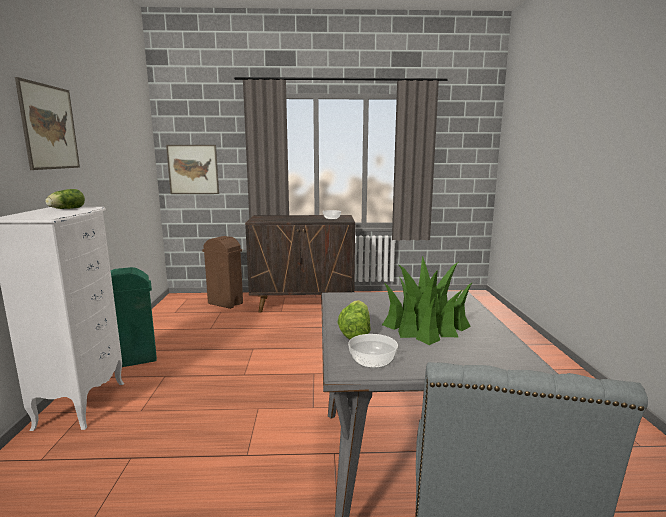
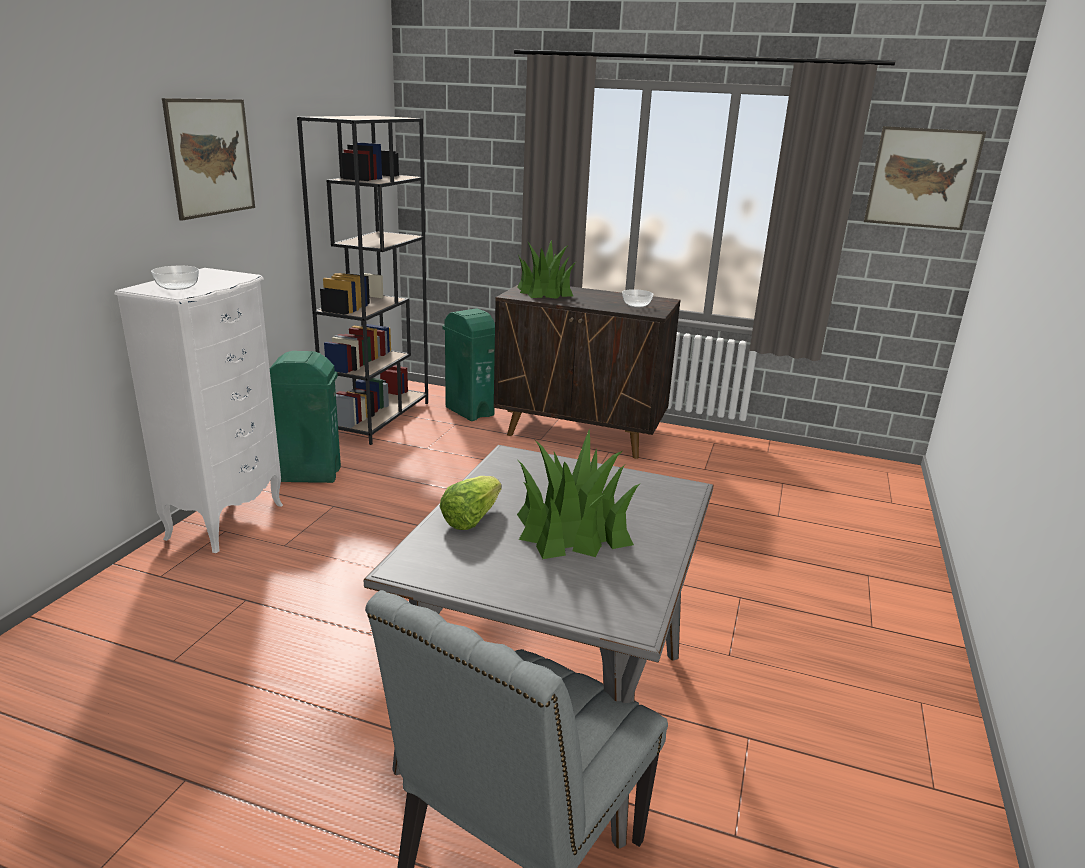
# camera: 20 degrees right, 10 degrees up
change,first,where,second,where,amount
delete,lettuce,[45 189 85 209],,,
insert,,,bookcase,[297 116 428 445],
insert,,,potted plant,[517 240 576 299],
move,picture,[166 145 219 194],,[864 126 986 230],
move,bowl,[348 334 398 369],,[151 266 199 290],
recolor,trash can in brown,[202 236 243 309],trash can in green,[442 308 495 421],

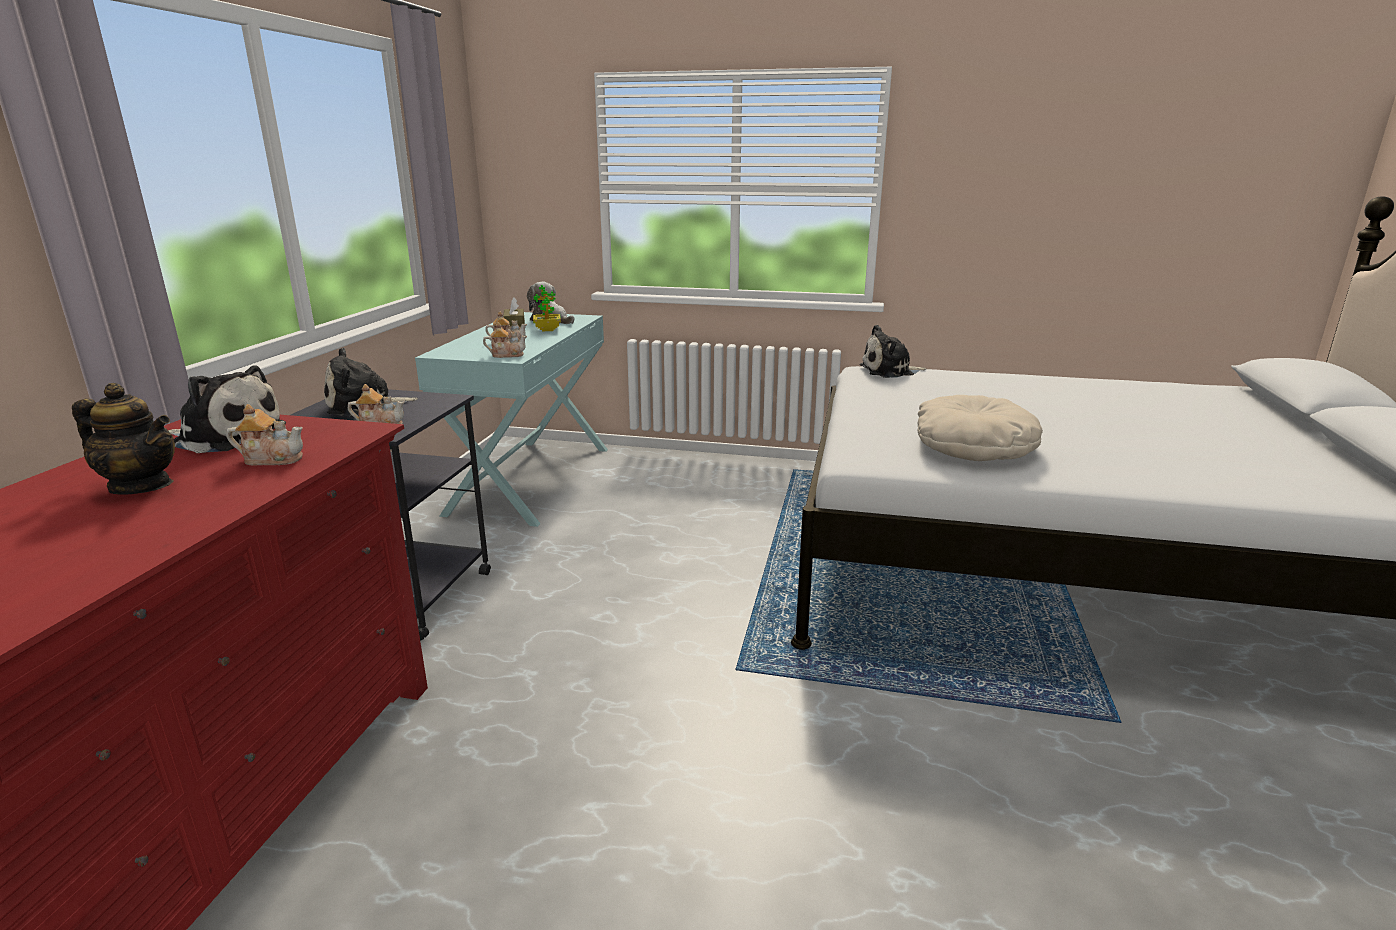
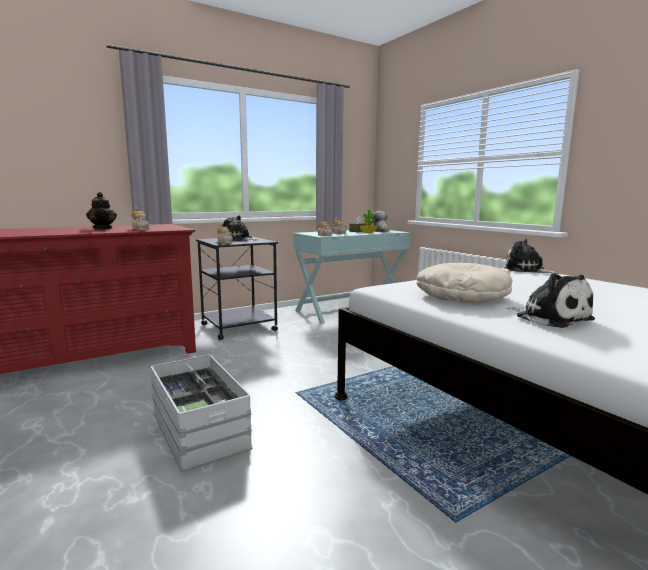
# camera: 45 degrees right, 10 degrees down
change,first,where,second,where,amount
insert,,,storage box in grey,[151 355 253 472],
move,plush toy,[168 365 286 453],,[507 273 595 328],

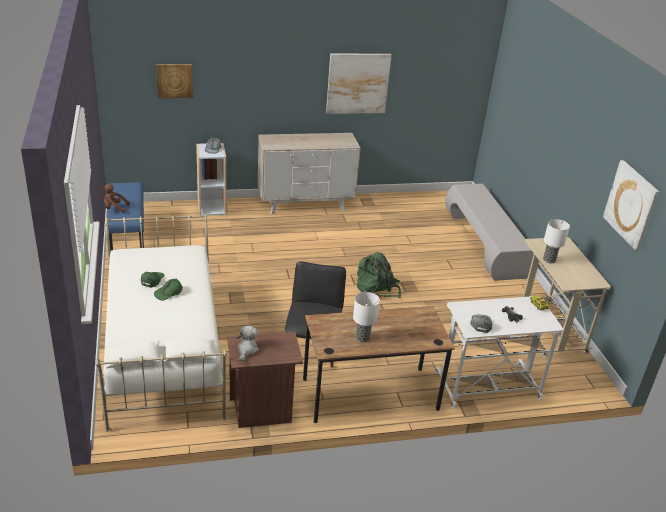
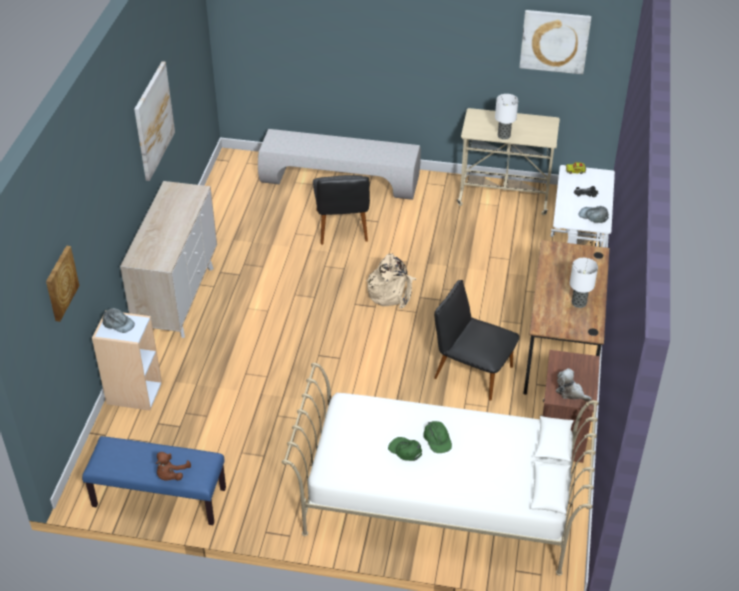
# camera: 65 degrees left, 10 degrees up
change,first,where,second,where,amount
insert,,,chair in black,[313 175 370 245],
recolor,backpack in green,[357 252 401 298],backpack in beige,[366 253 417 309],

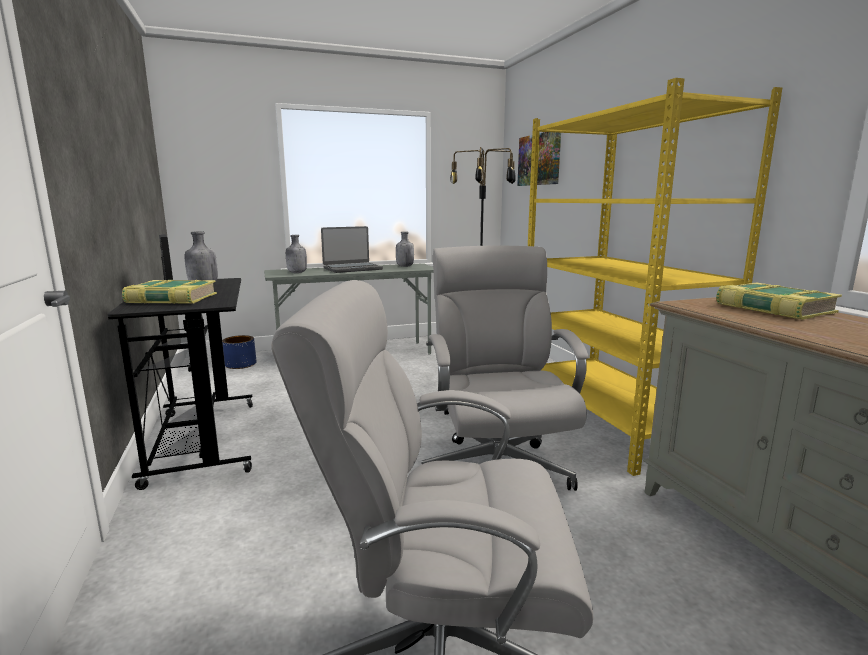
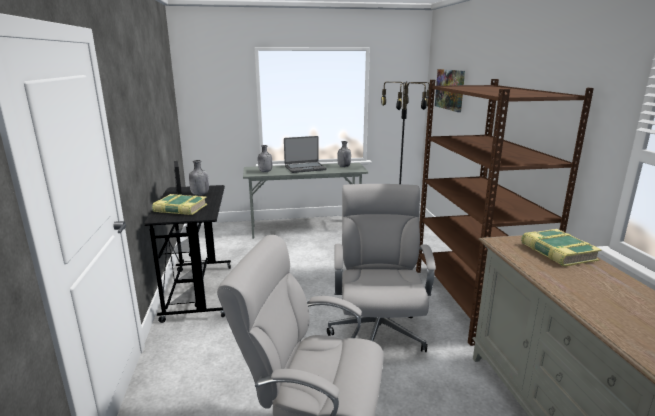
# camera: 10 degrees right, 5 degrees up
change,first,where,second,where,amount
delete,planter in blue,[222 335 256 369],,,
recolor,bookcase in yellow,[528 78 782 476],bookcase in brown,[416 79 594 346],

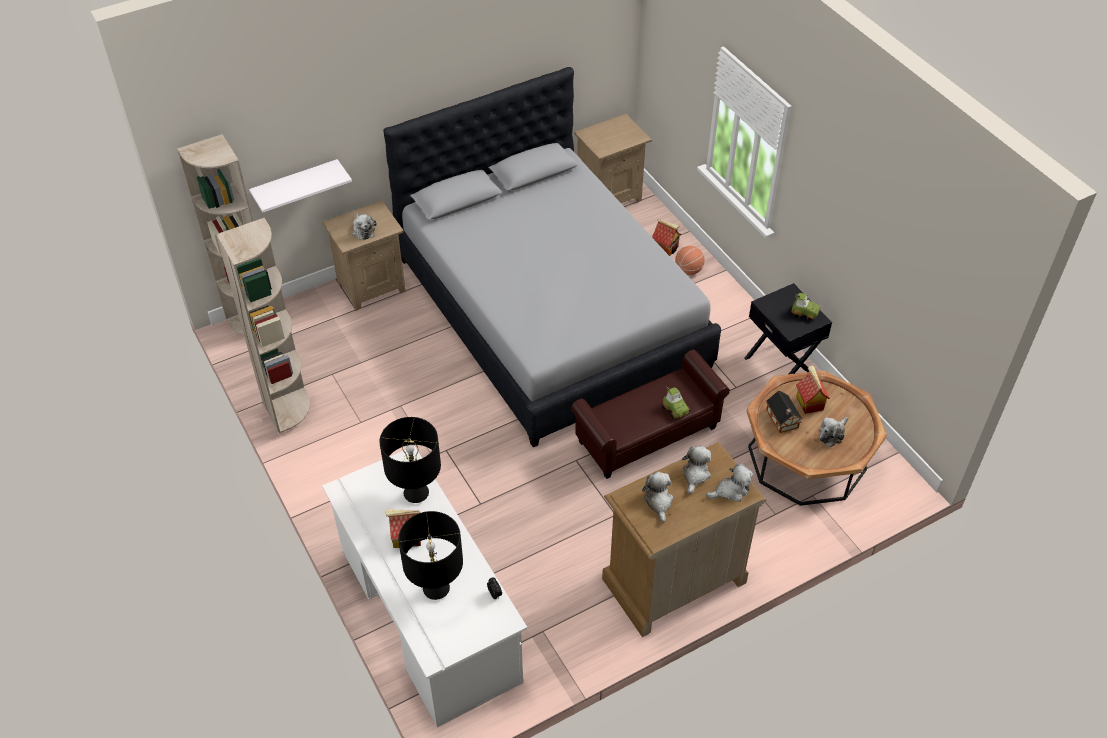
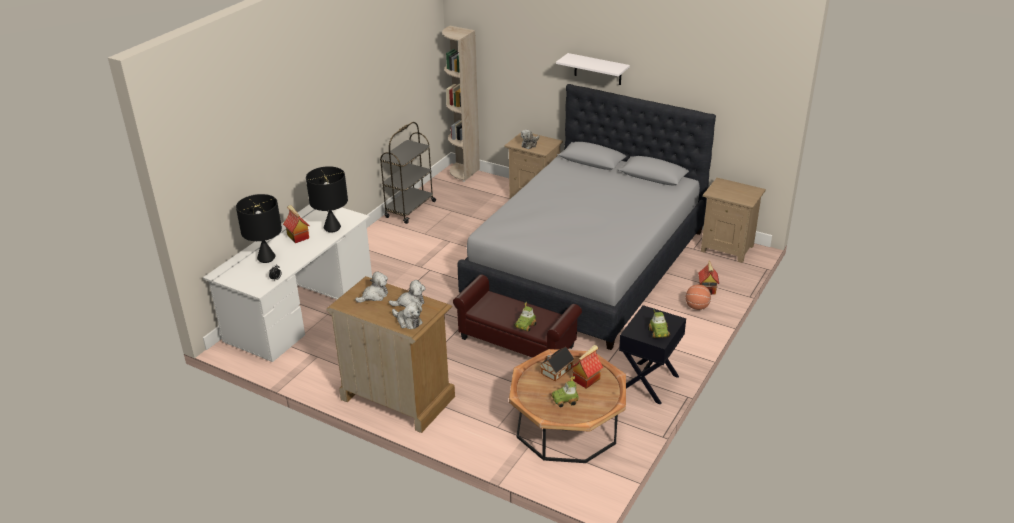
# camera: 60 degrees right, 15 degrees down
change,first,where,second,where,amount
move,shelf in white,[249 159 352 212],,[556 53 630 85],
replace,bookcase in beige,[216 218 310 433],cart in black,[380 122 436 224],
replace,plush toy,[819 417 848 447],toy car,[552 376 579 407],

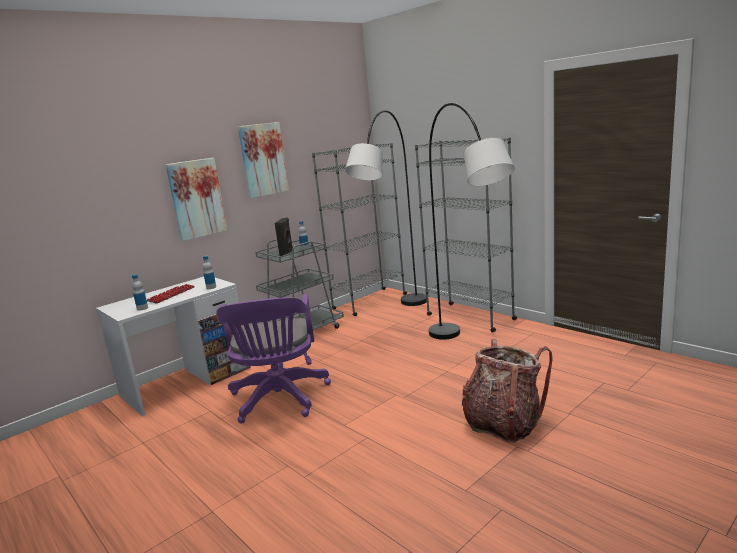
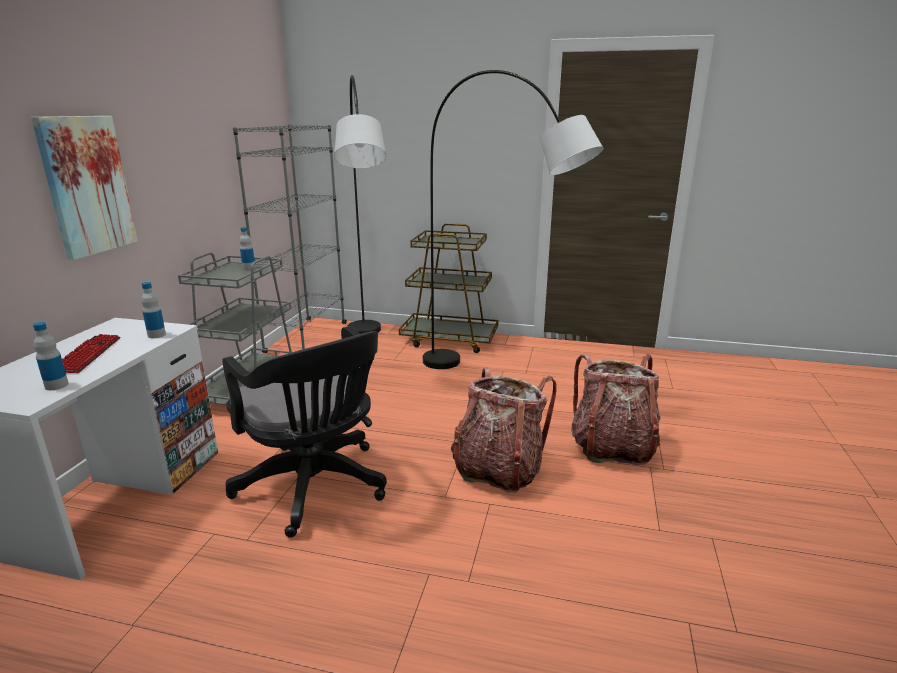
# camera: 35 degrees left, 5 degrees up
change,first,where,second,where,amount
delete,picture,[238 122 289 198],,,
delete,speaker in black,[275 217 293 256],,,
insert,,,backpack,[451 368 557 493],
replace,bookcase in grey,[415 137 517 333],cart in brown,[399 223 498 353],
recolor,office chair in purple,[217 294 331 424],office chair in black,[222 326 387 538],

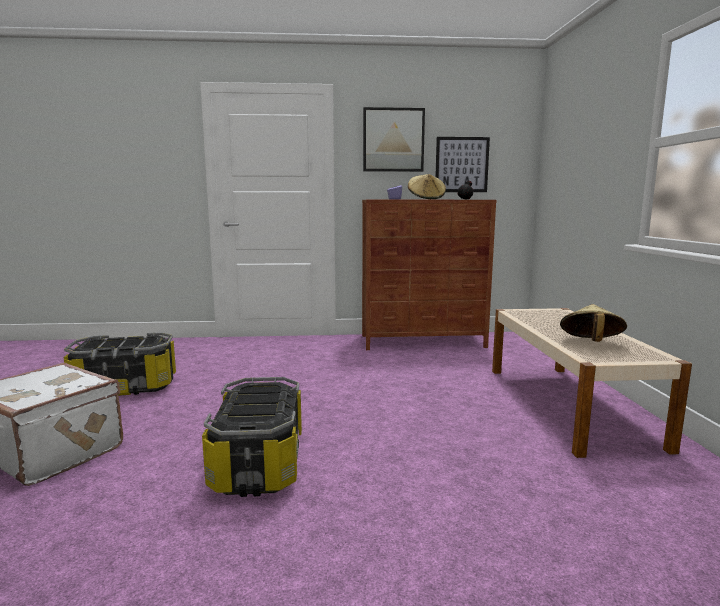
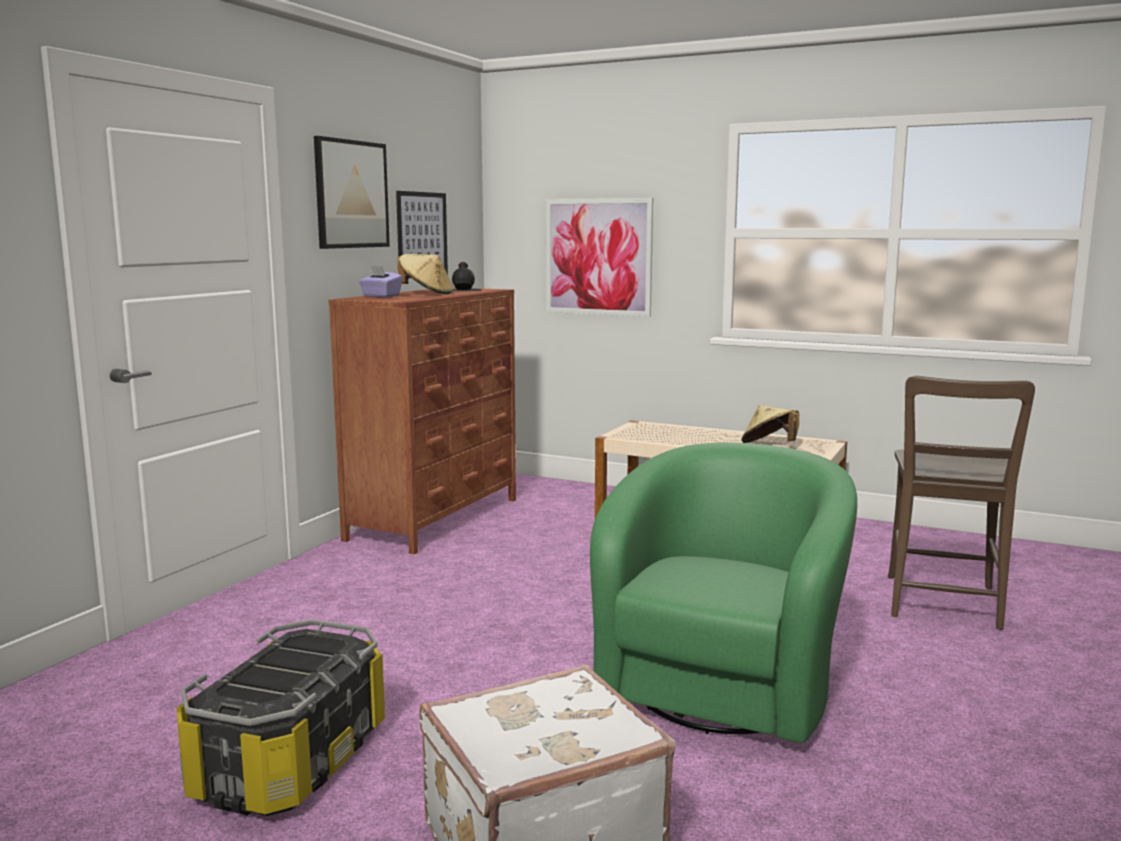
# camera: 60 degrees left, 0 degrees up
change,first,where,second,where,amount
insert,,,picture,[546 198 653 317],
insert,,,chair in brown,[888 376 1035 630],
replace,storage box,[202 377 302 497],armchair in green,[590 443 857 743],

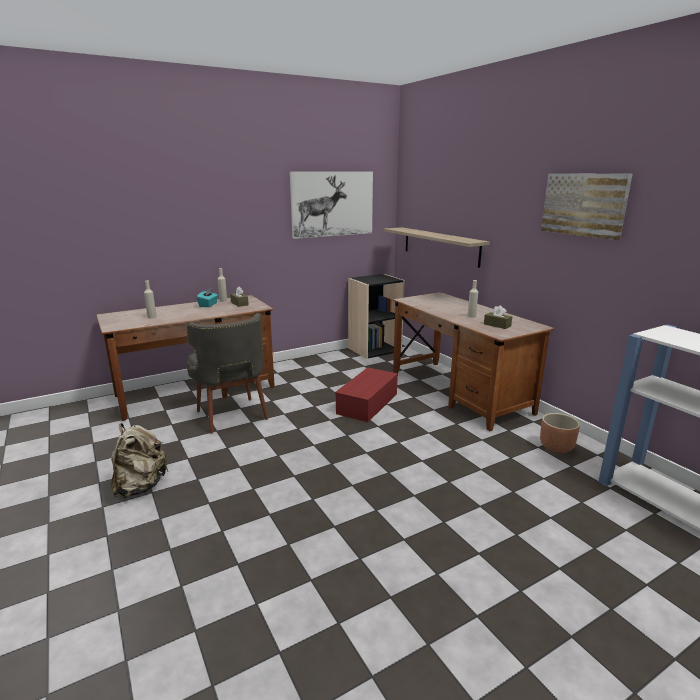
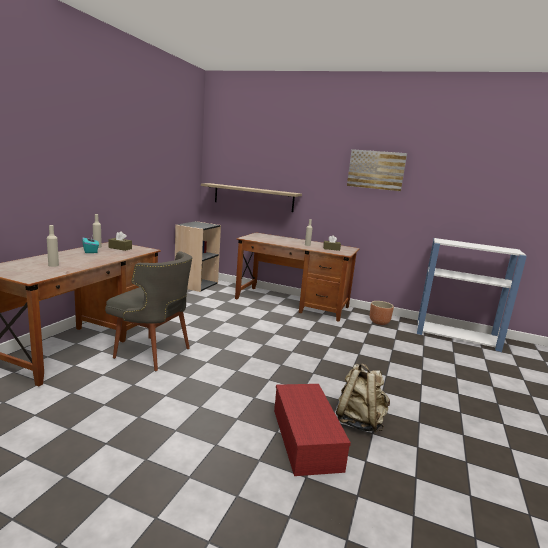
# camera: 40 degrees left, 5 degrees down
change,first,where,second,where,amount
delete,picture,[290 171 373 239],,,
move,backpack in beige,[111 423 169 498],,[336 363 390 432],
move,storage box in red,[335 367 398 422],,[274 384 351 476],

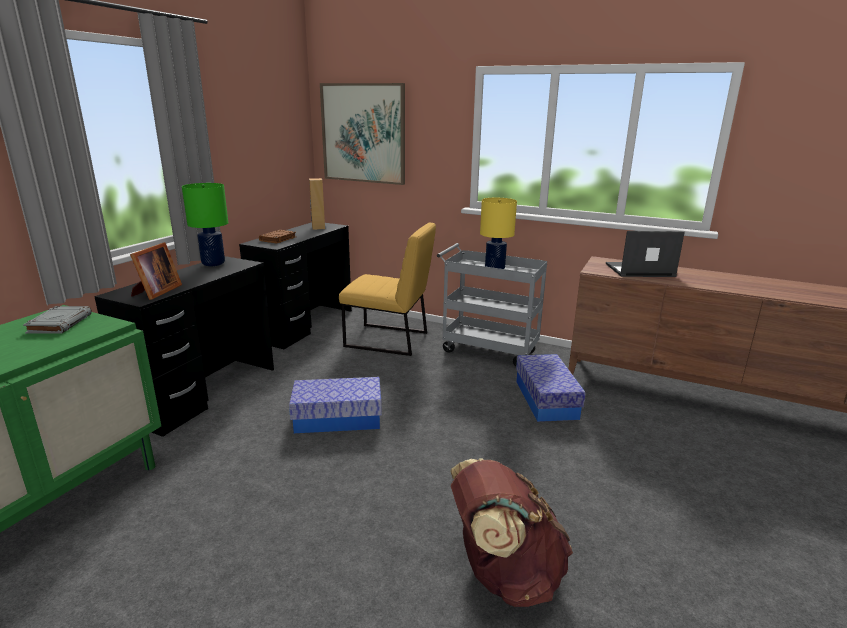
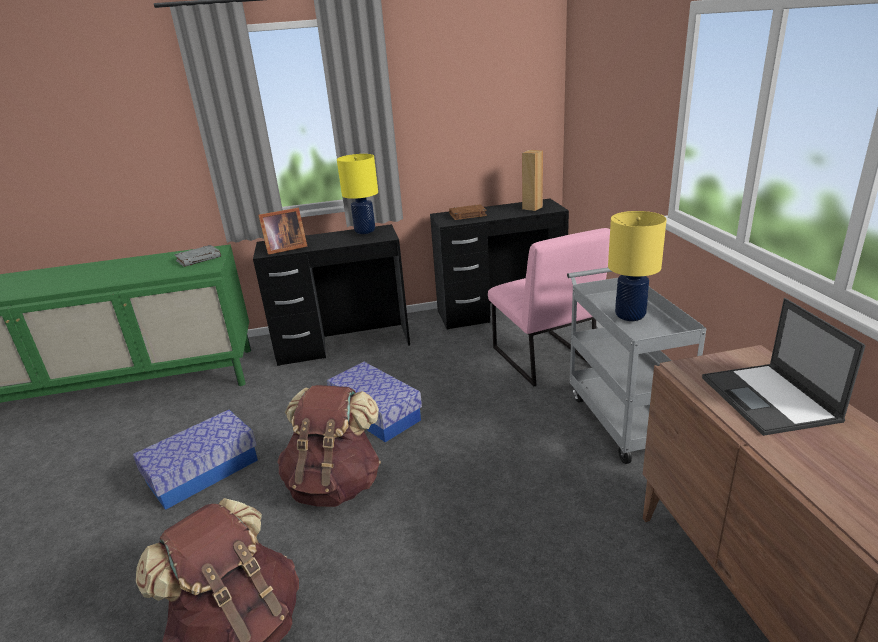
# camera: 55 degrees right, 5 degrees up
change,first,where,second,where,amount
delete,picture,[320 83 405 185],,,
insert,,,backpack in brown,[277 385 381 507],
move,storage box,[516 354 586 422],,[133 410 258 510],
recolor,table lamp in green,[182 183 228 267],table lamp in yellow,[337 154 378 234],
recolor,chair in yellow,[339 223 436 356],chair in pink,[488 228 610 386],
rotate,laptop,[606 231 685 277],,[702 298 866 436],150 degrees counterclockwise

